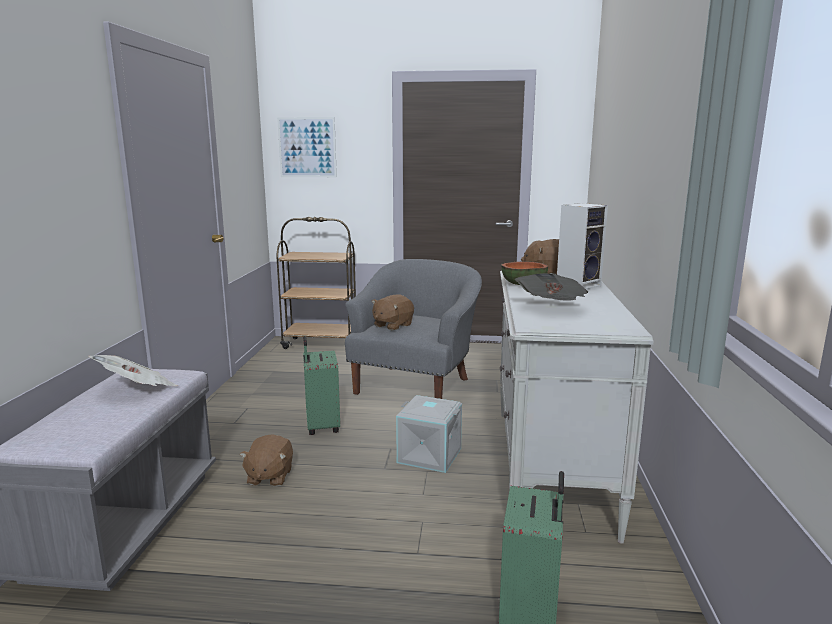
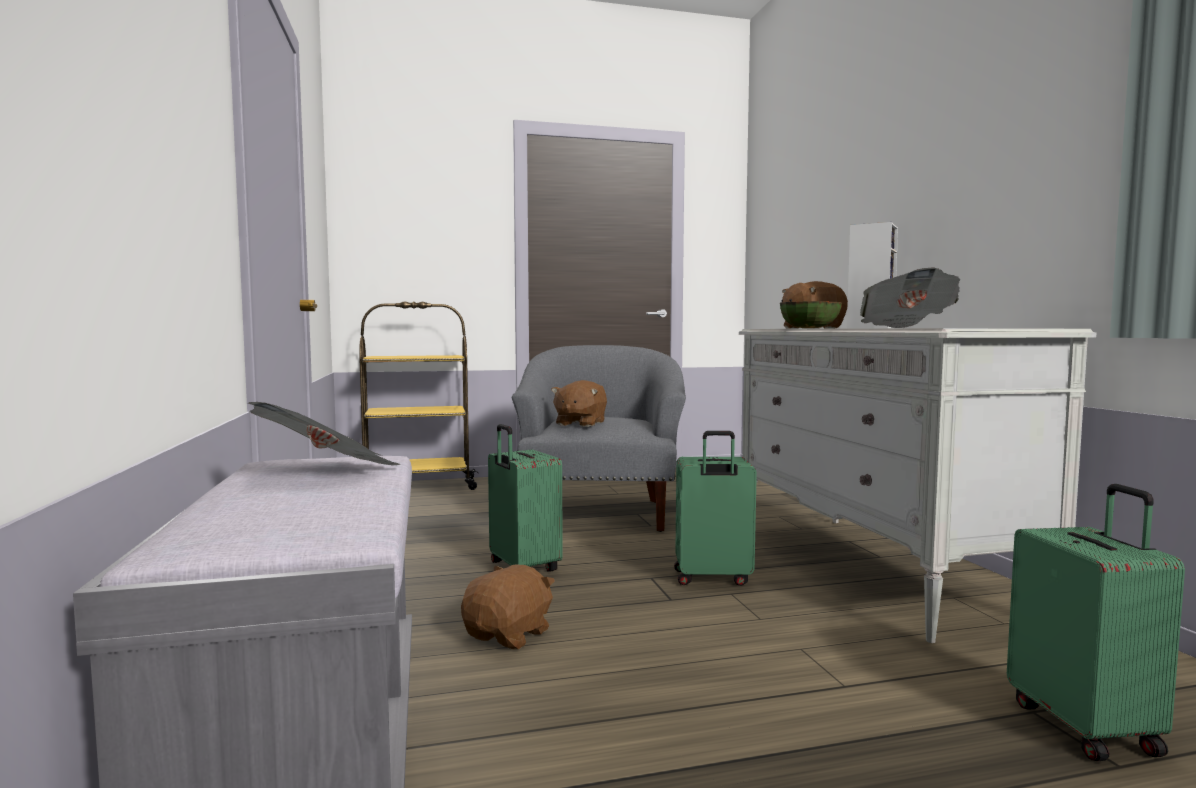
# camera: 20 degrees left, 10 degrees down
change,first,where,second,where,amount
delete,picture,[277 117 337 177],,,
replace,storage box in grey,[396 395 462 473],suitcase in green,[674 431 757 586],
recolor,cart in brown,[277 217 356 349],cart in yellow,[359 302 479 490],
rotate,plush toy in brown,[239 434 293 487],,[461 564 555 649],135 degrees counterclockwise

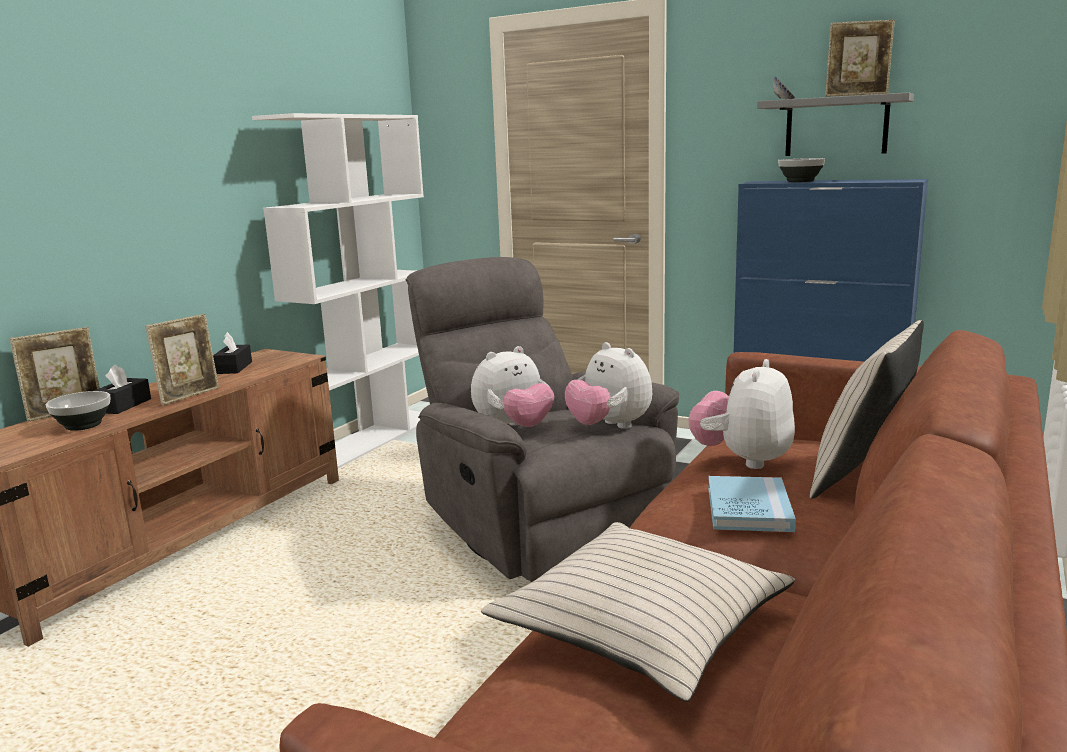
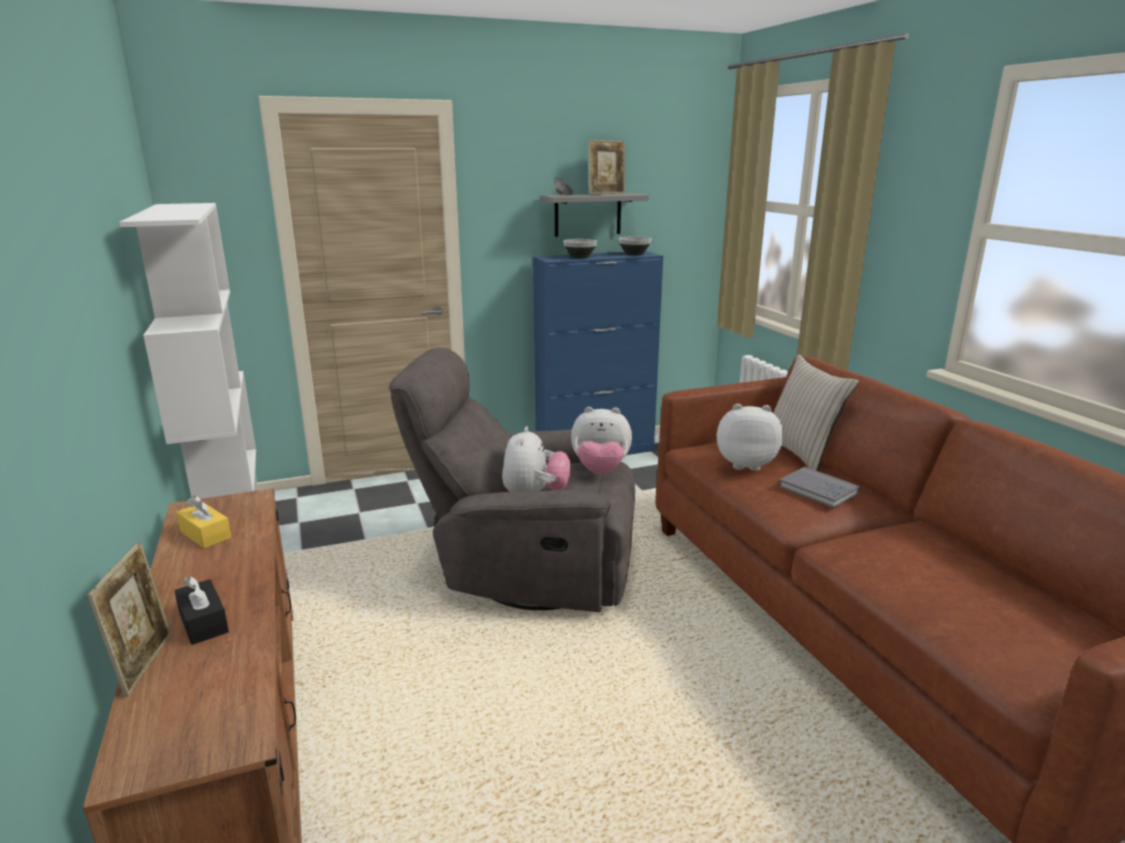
# camera: 50 degrees left, 5 degrees up
change,first,where,second,where,amount
delete,picture frame,[145 314 219 405],,,
delete,pillow in beige,[481 522 795 702],,,
move,bowl,[46 391 110 431],,[619 237 651 256],
recolor,tissue box in black,[213 332 252 374],tissue box in yellow,[176 495 231 548],
recolor,book in blue,[708 476 796 532],book in grey,[778 467 860 508],
rotate,plush toy,[689 359 795 469],,[717 404 783 471],120 degrees clockwise

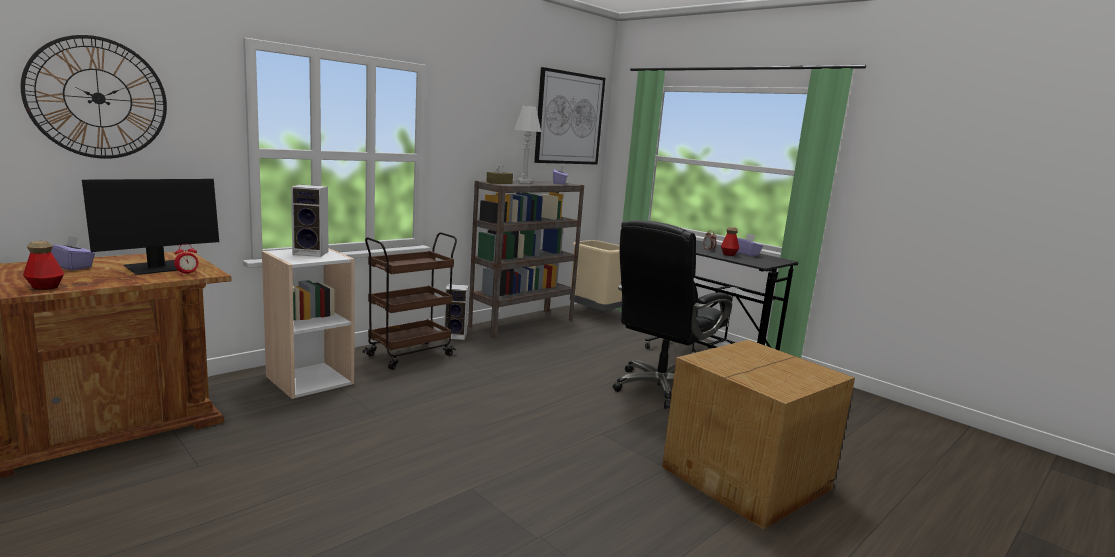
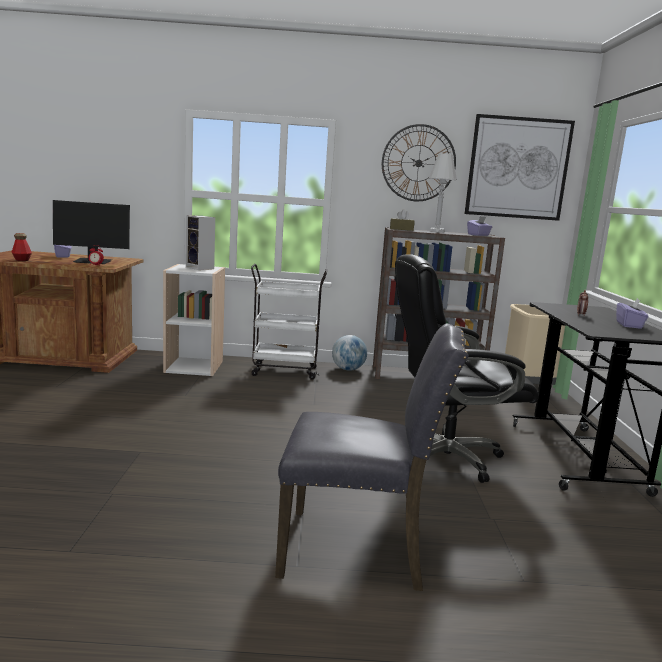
# camera: 45 degrees right, 0 degrees up
change,first,where,second,where,amount
delete,bottle,[721 227 739 256],,,
move,wall clock,[20 35 167 159],,[382 124 456 201],
replace,speaker,[444 284 469 340],globe,[332 335 367 371],
replace,cardboard box,[662 340 855 529],chair in grey,[275 323 469 591],
recolor,cart in brown,[362 232 457 370],cart in white,[251 264 327 380],

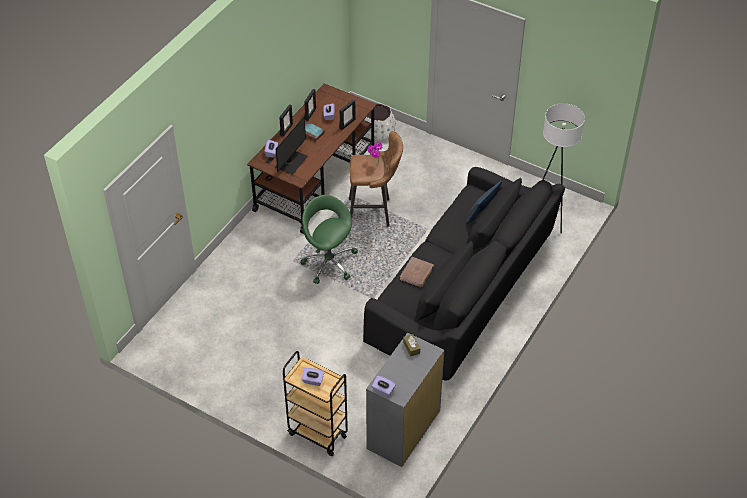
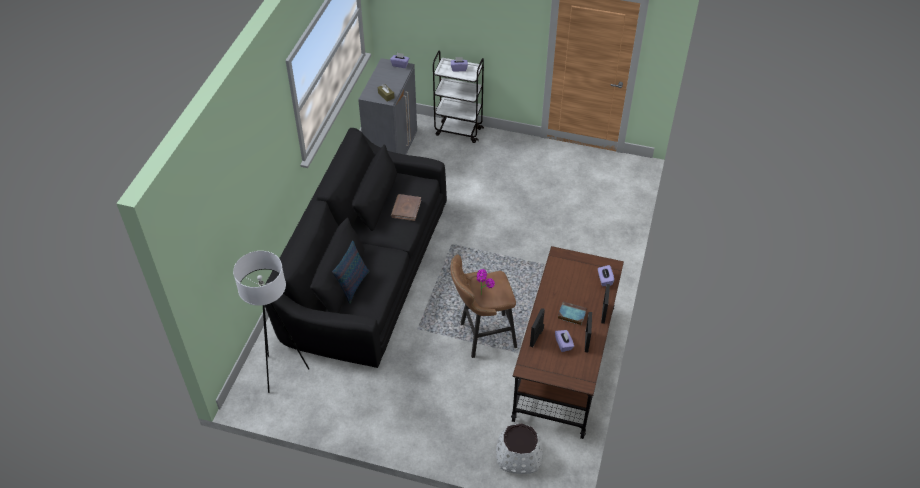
# camera: 165 degrees right, 0 degrees up
change,first,where,second,where,amount
delete,monitor,[275 116 308 175],,,
delete,office chair in green,[301 195 358 284],,,
recolor,cart in brown,[283 351 348 456],cart in white,[433 51 484 143],

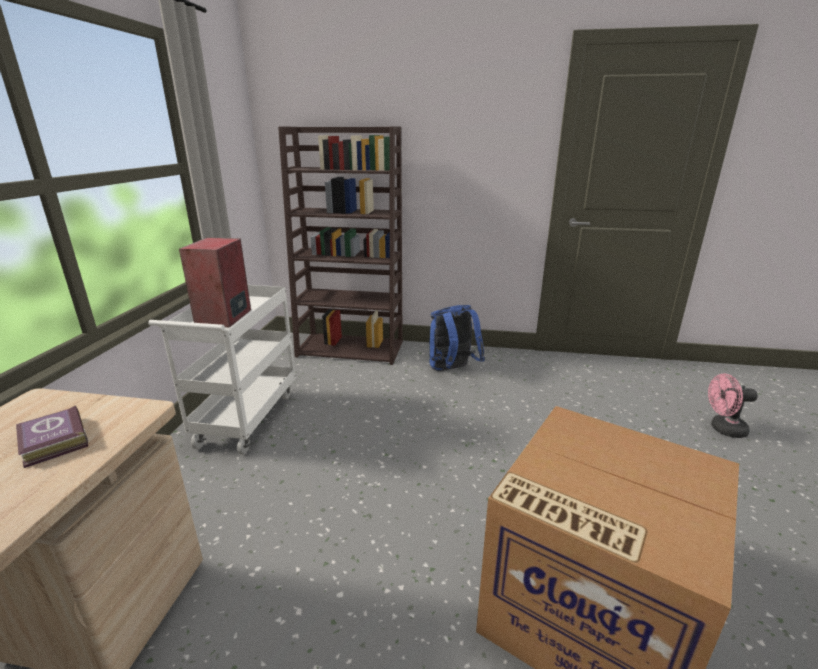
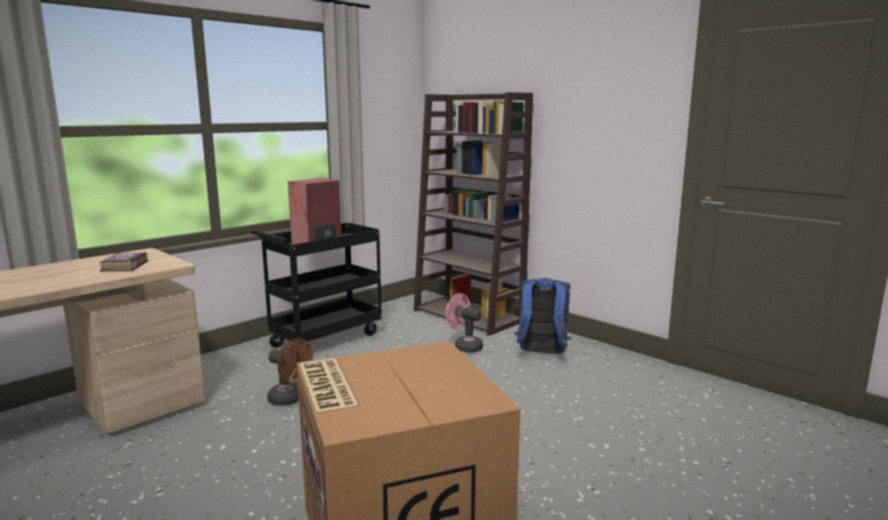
# camera: 35 degrees right, 10 degrees down
change,first,where,second,where,amount
insert,,,fan in brown,[267 339 313 406],
move,fan in pink,[708 374 758 438],,[445 293 483 353],
recolor,cart in white,[148 285 296 454],cart in black,[251 223 382 354],

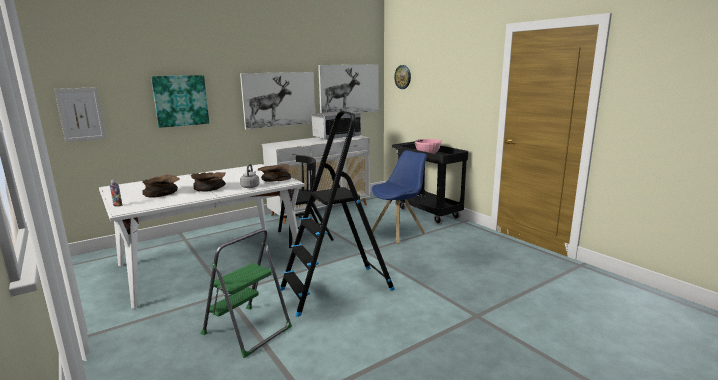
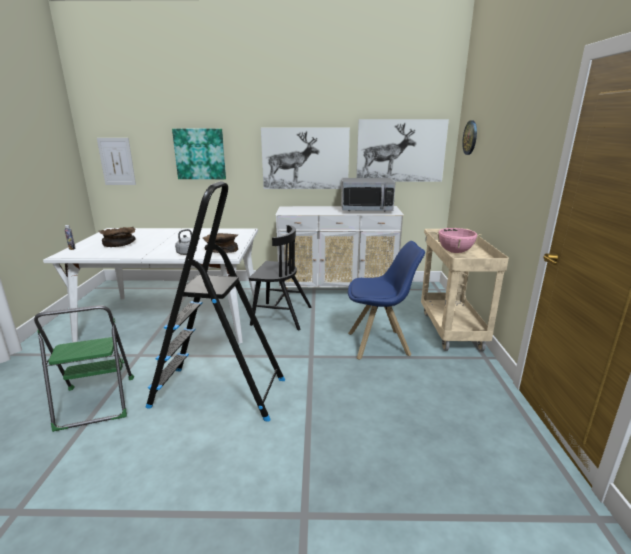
# camera: 35 degrees right, 5 degrees up
change,first,where,second,where,amount
delete,bowl in brown,[191 172 226 192],,,
recolor,cart in black,[392 141 468 225],cart in beige,[421 229 509 351],

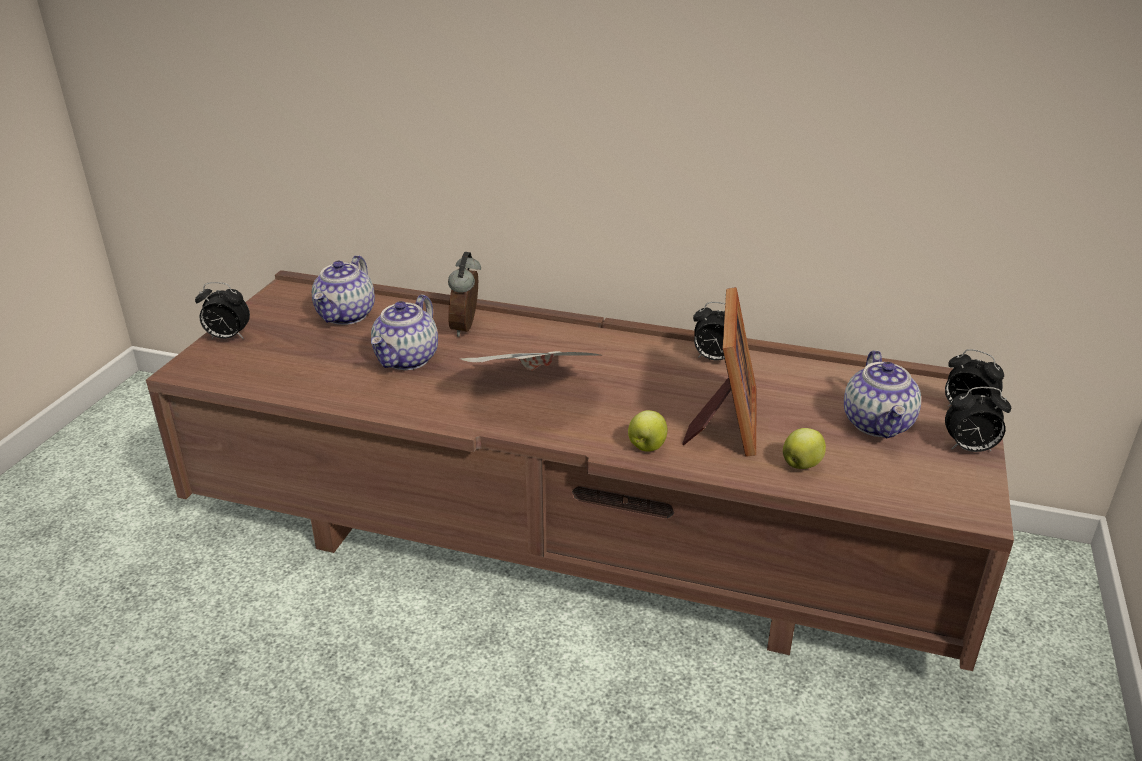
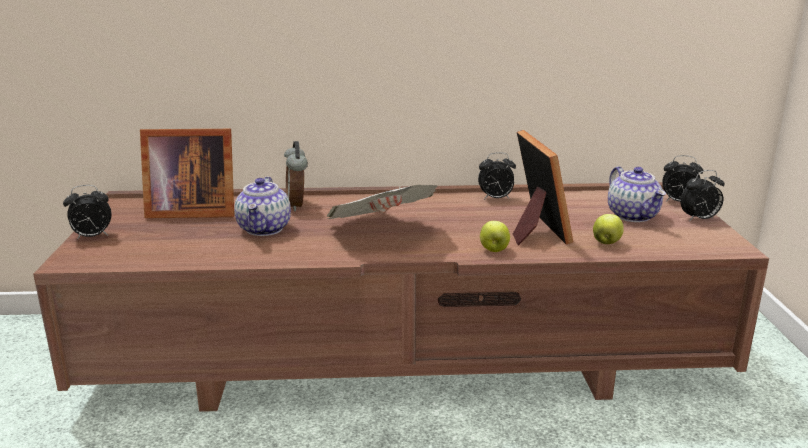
# camera: 20 degrees left, 10 degrees down
change,first,where,second,where,amount
replace,teapot,[312 255 375 325],picture frame,[140 129 234 218],

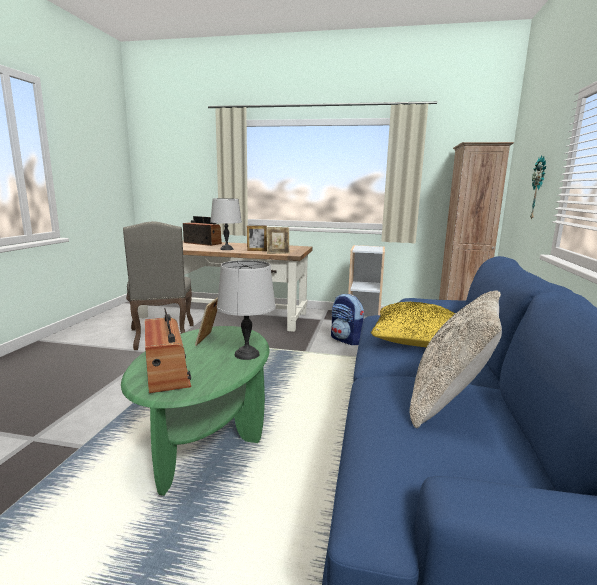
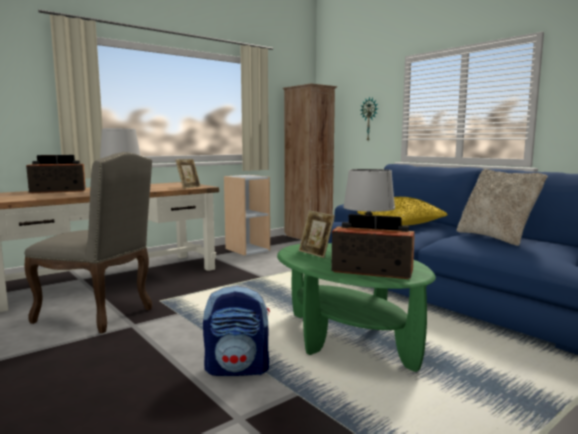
# camera: 50 degrees left, 5 degrees down
change,first,where,second,where,amount
delete,picture frame,[247 225 267 251],,,
move,backpack,[331 294 364 345],,[203 285 270 376],

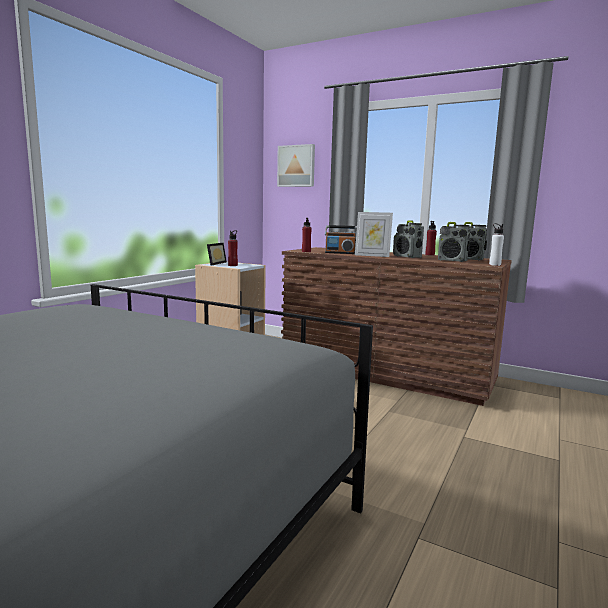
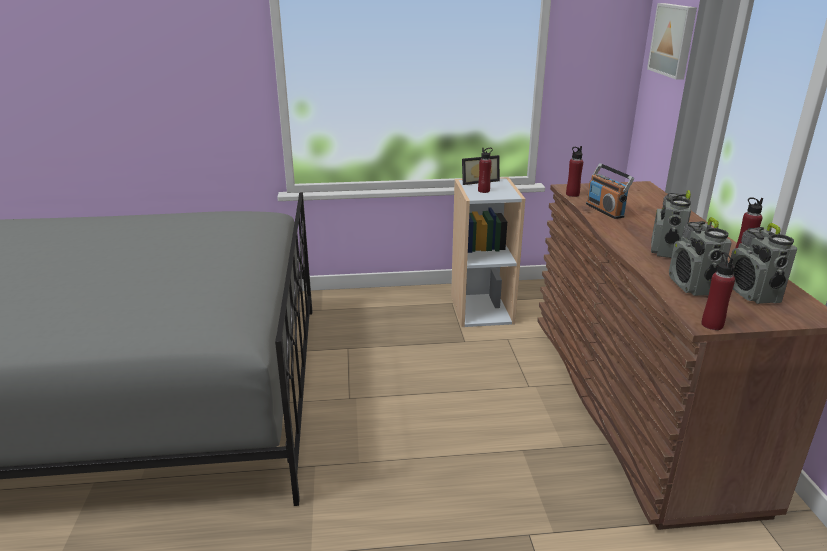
# camera: 55 degrees right, 15 degrees up
change,first,where,second,where,amount
delete,picture frame,[355 212 393 257],,,
recolor,bottle in white,[489 223 504 266],bottle in red,[702 252 735 330],

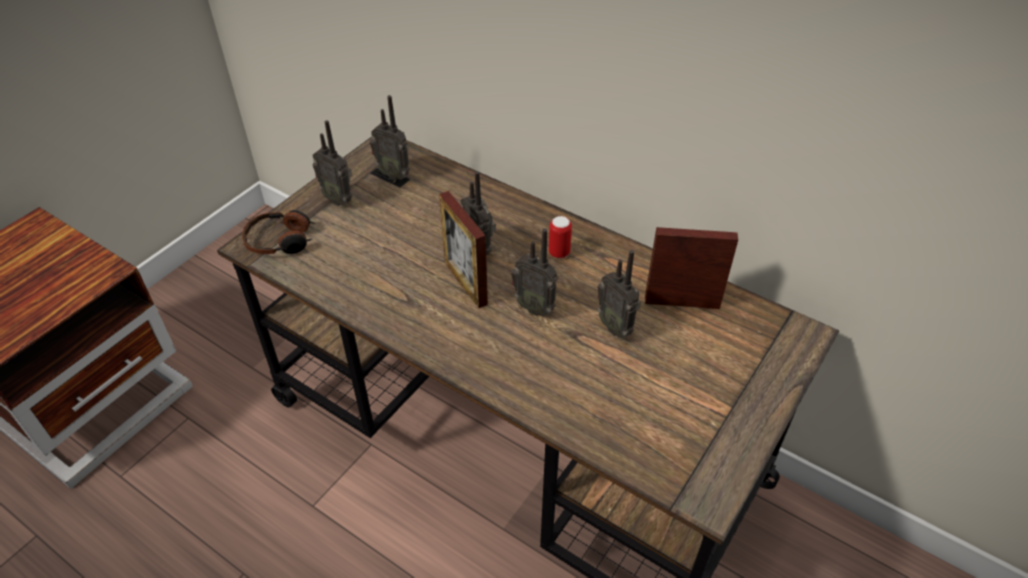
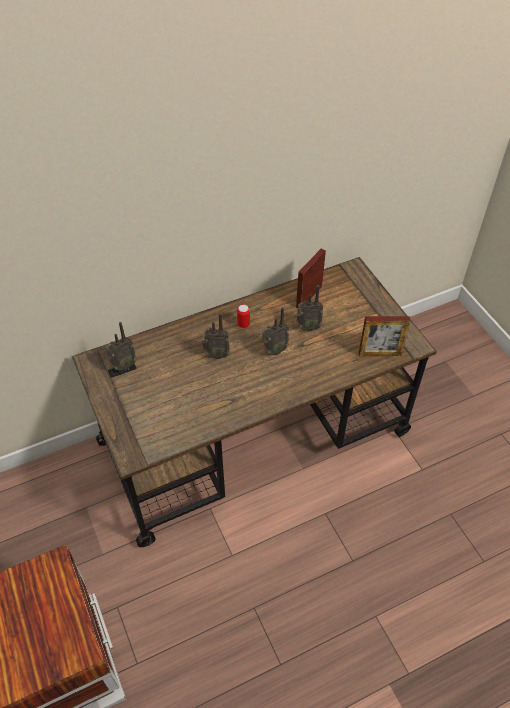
# camera: 60 degrees left, 5 degrees up
change,first,where,second,where,amount
delete,headphones,[242 210 316 254],,,
delete,radio,[313 120 352 206],,,
move,picture frame,[439 191 488 308],,[359 316 411 356],

